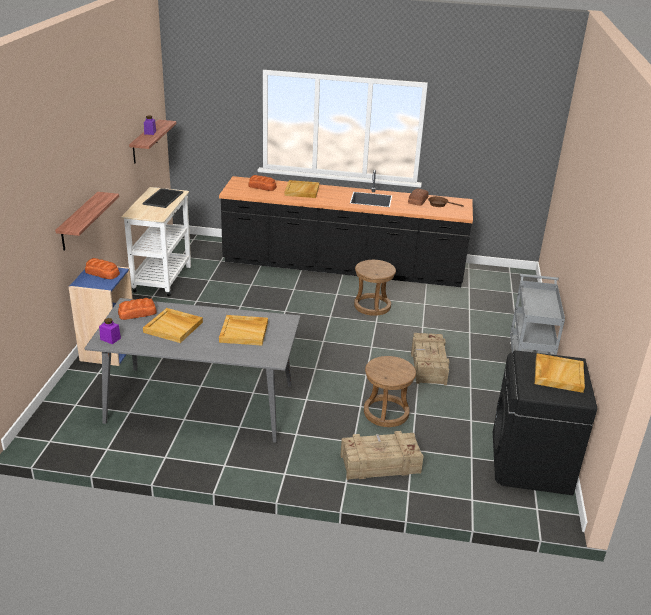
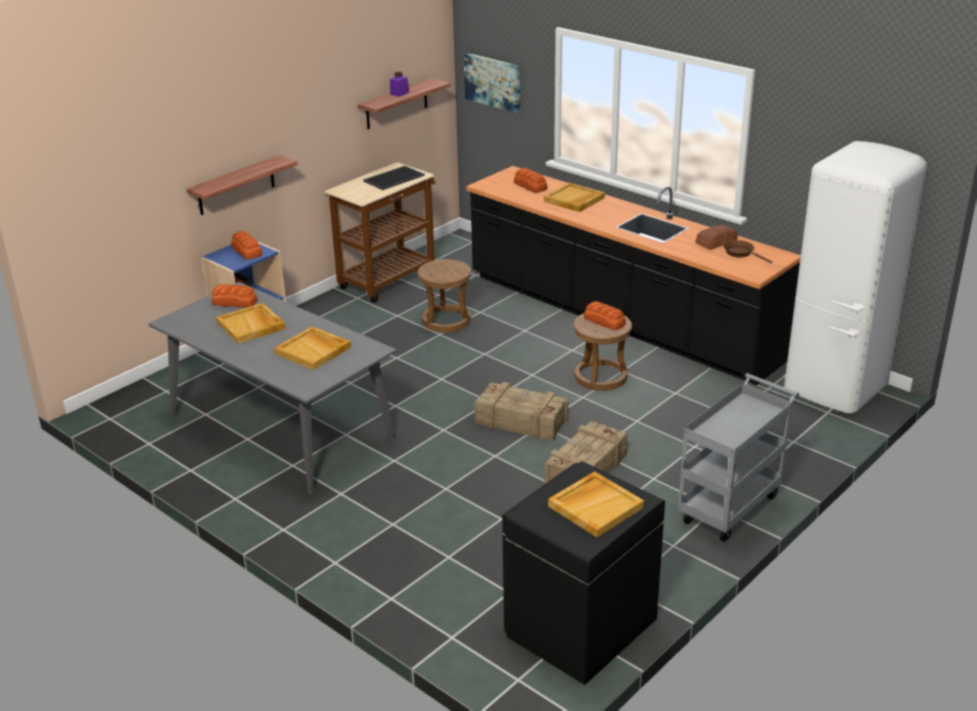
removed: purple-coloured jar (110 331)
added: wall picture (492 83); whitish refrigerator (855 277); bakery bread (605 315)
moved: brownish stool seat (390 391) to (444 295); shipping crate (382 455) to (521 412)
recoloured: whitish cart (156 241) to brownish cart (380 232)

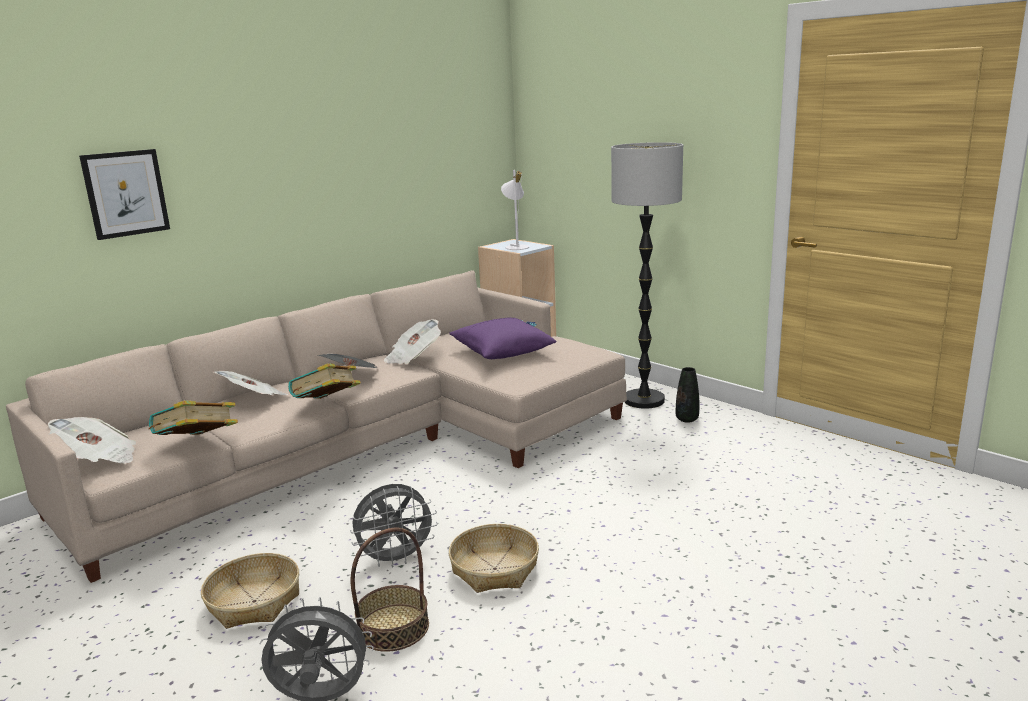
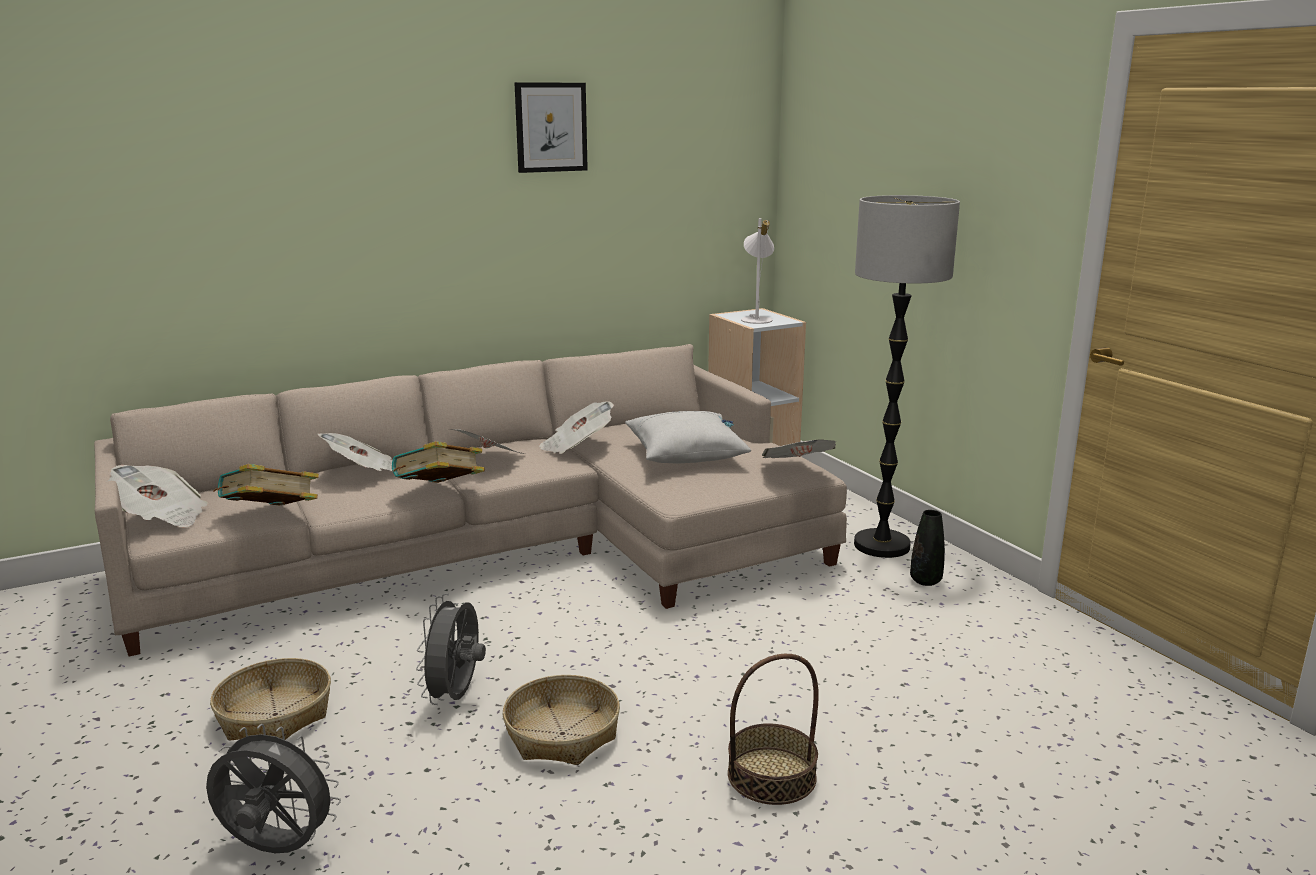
added: daily paper (799 448)
moved: wall picture (124 194) to (551 127); basket (390 589) to (773 729)
recoloured: purple-coloured throw pillow (502 338) to gray throw pillow (688 437)
turned: gray electric fan (394 525) = (451 649) 105 degrees clockwise

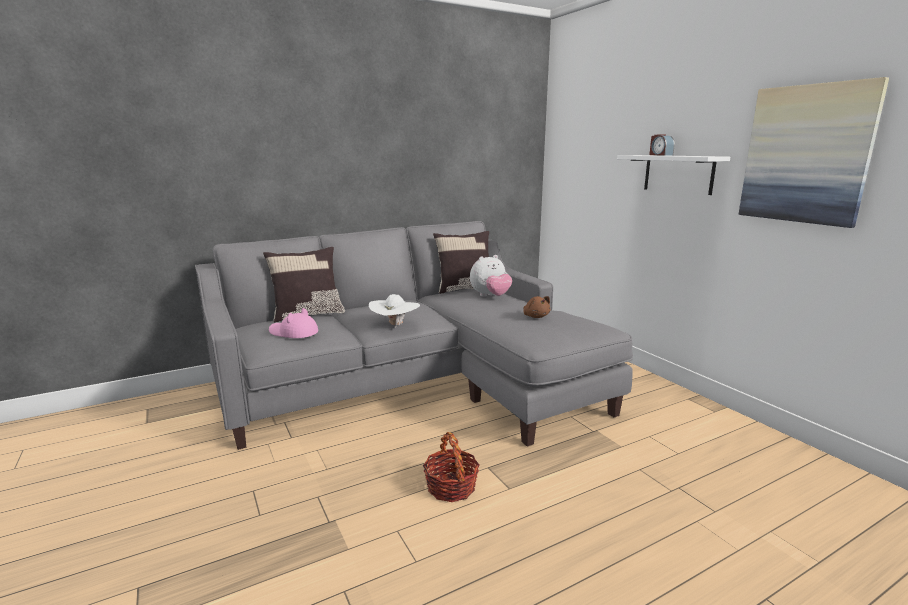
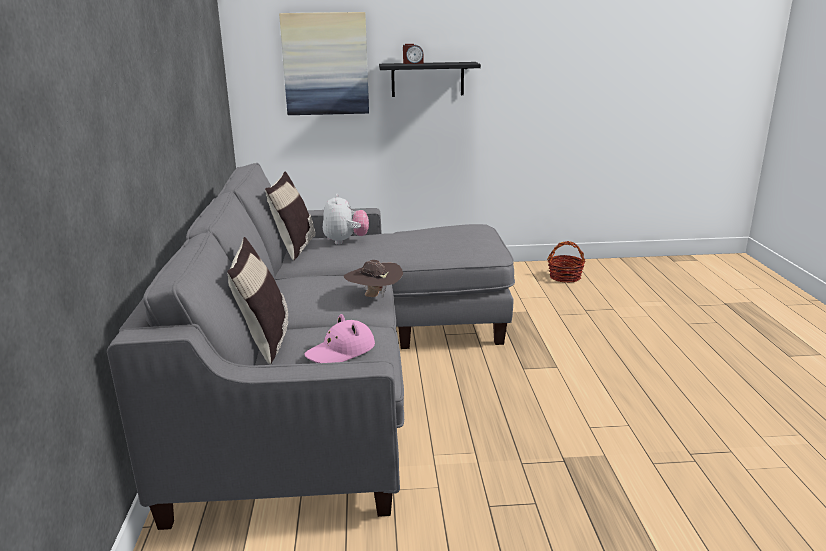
removed: brownish cuddly toy (537 307)
moved: wall picture (814 152) to (324 63); basket (451 467) to (566 262)
recoloured: whitish bracket shelf (673 175) to black bracket shelf (430 79); whitish wearable hat (394 311) to brownish wearable hat (373 279)

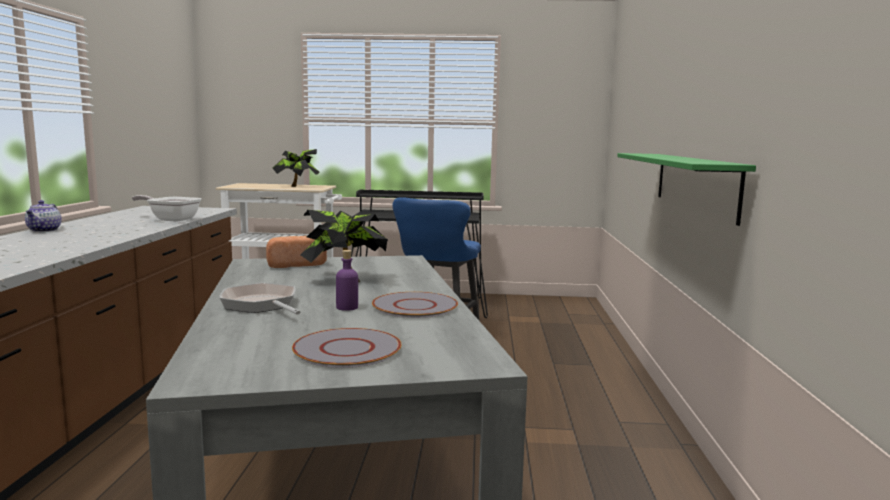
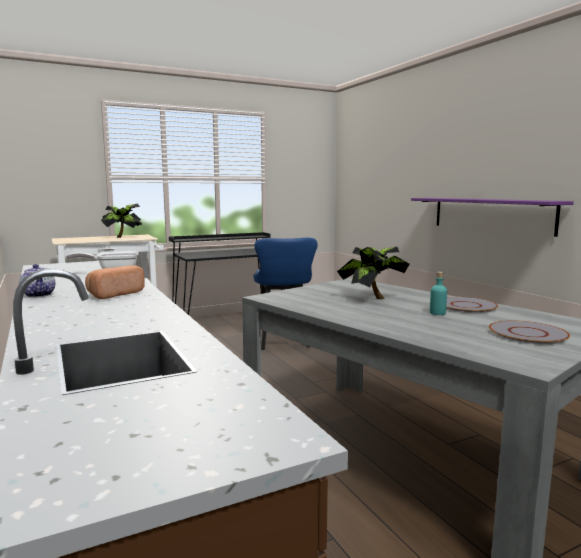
removed: pan (260 298)
moved: bakery bread (296 252) to (115 282)
recoloured: greenish bracket shelf (686 189) to purple-coloured bracket shelf (492 217); purple-coloured drink bottle (347 280) to turquoise-coloured drink bottle (438 293)

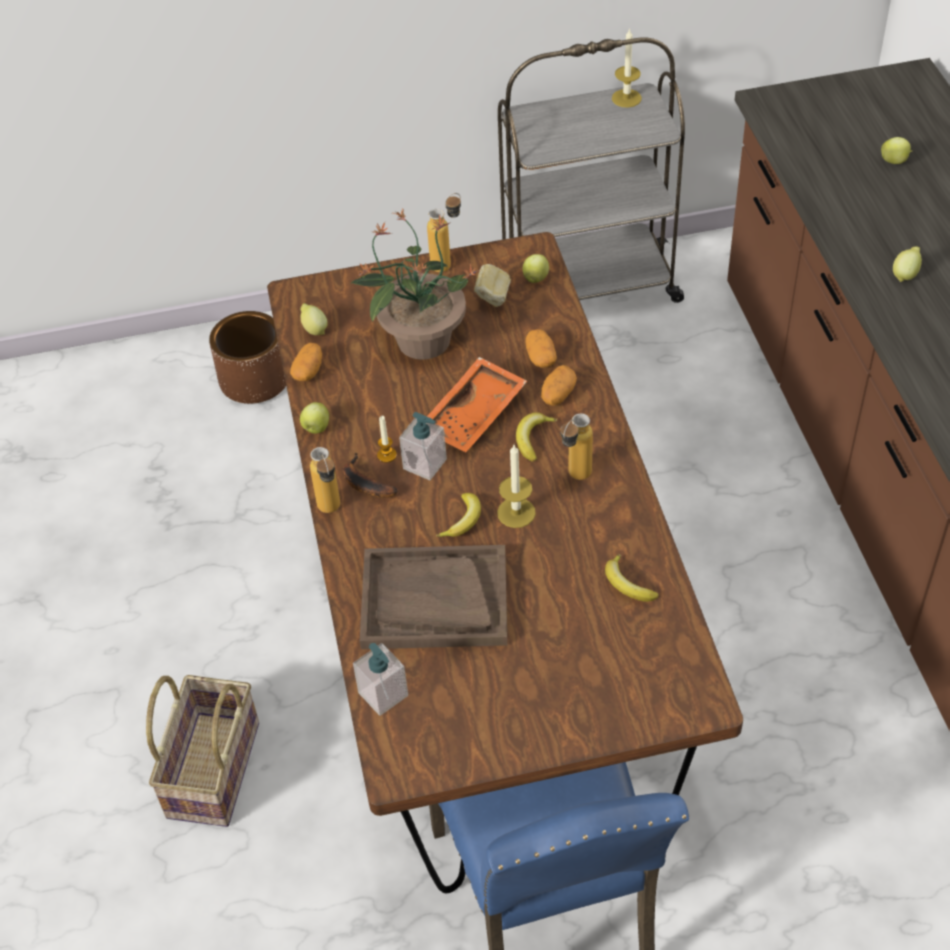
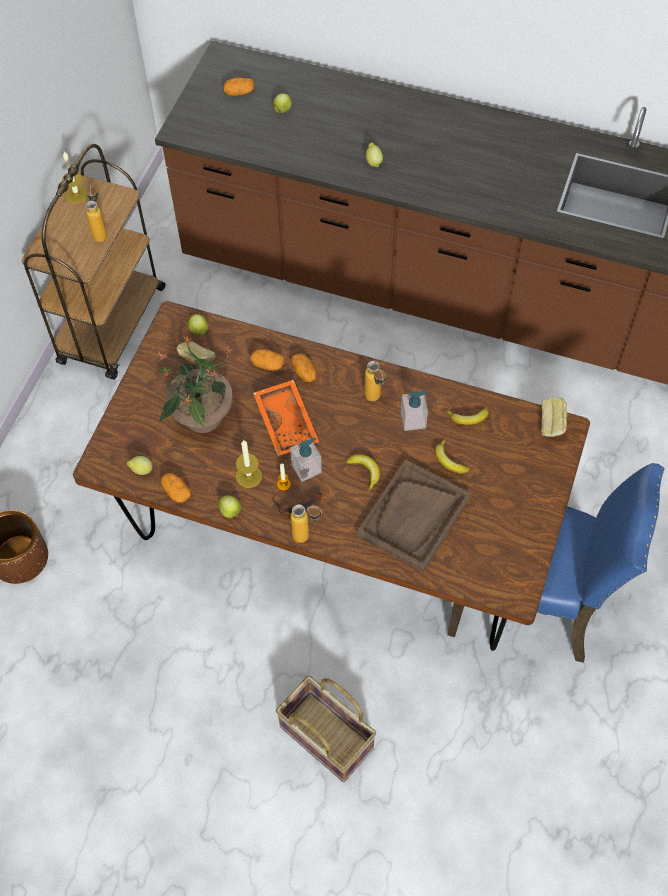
added: whole potato (238 86); bakery bread (554 417)
moved: drink bottle (444 232) to (96 214); banana fruit (536 437) to (452 456); wax candle (516 486) to (249 464); soap bottle (380 679) to (414 411)
recoloured: gray cart (591 170) to brownish cart (94 262)

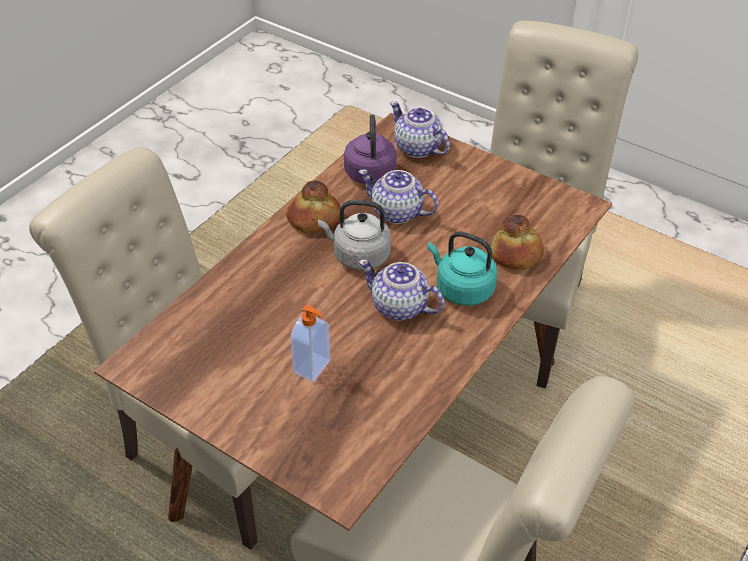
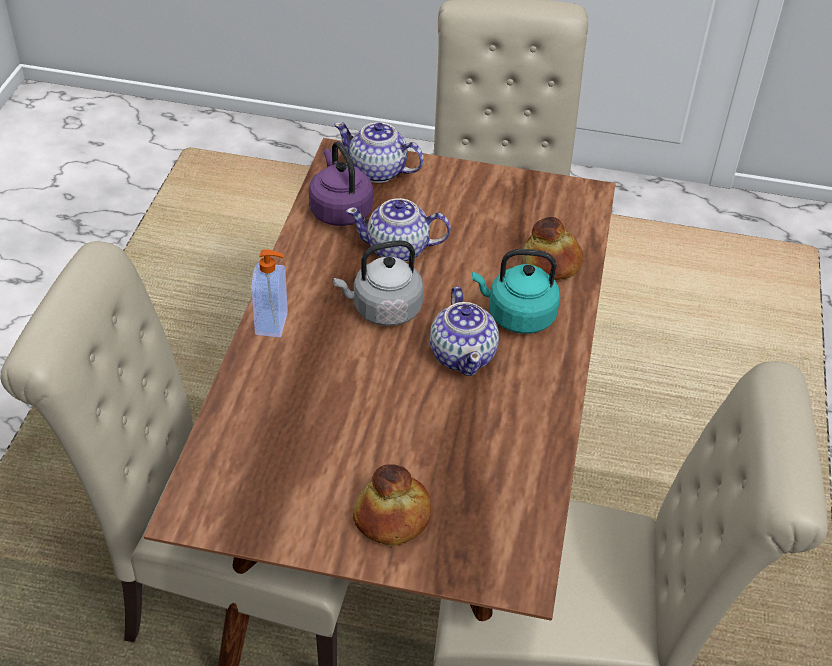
moved: bakery bread (313 206) to (392 505); soap bottle (310 343) to (269 294)
turned: tea pot (401 290) = (464 331) 105 degrees counterclockwise

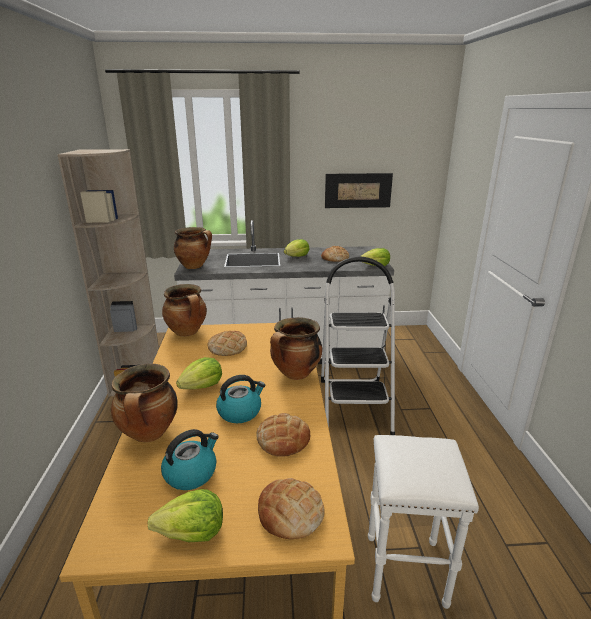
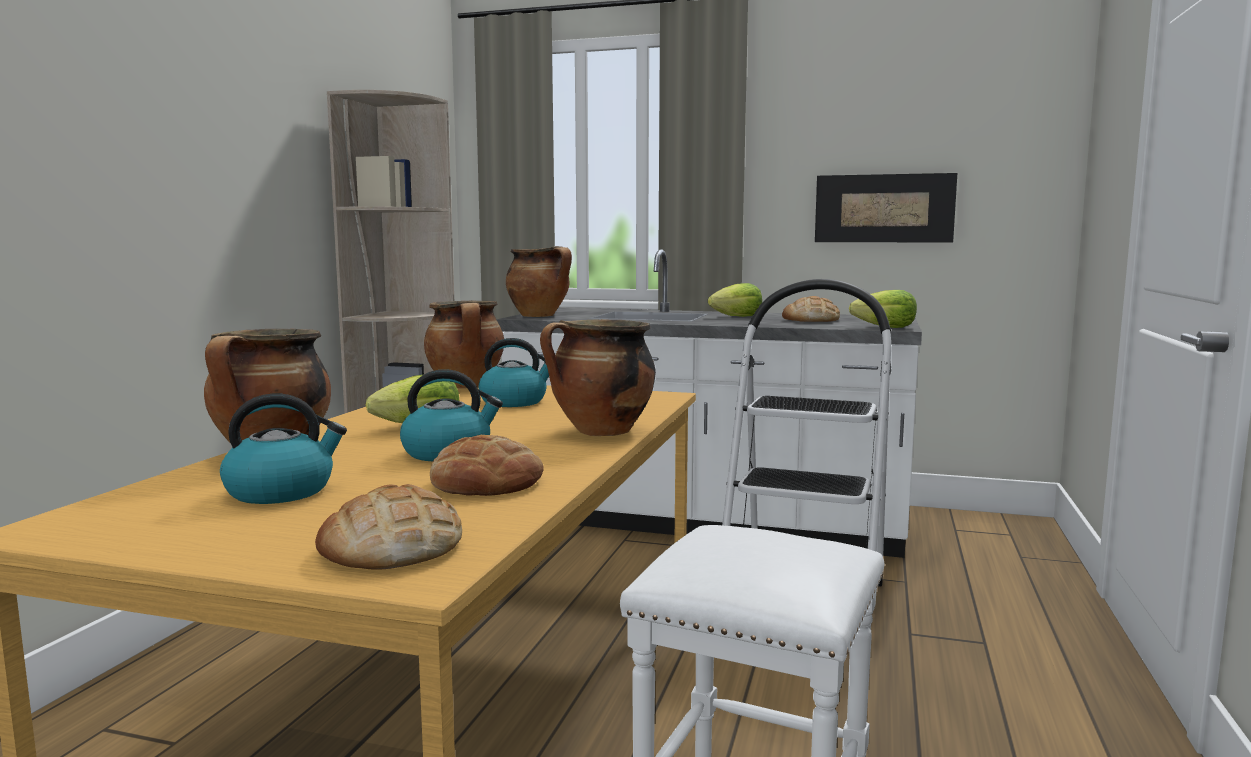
removed: head of lettuce (185 515)
replaced: bakery bread (227 343) to tea kettle (514 372)

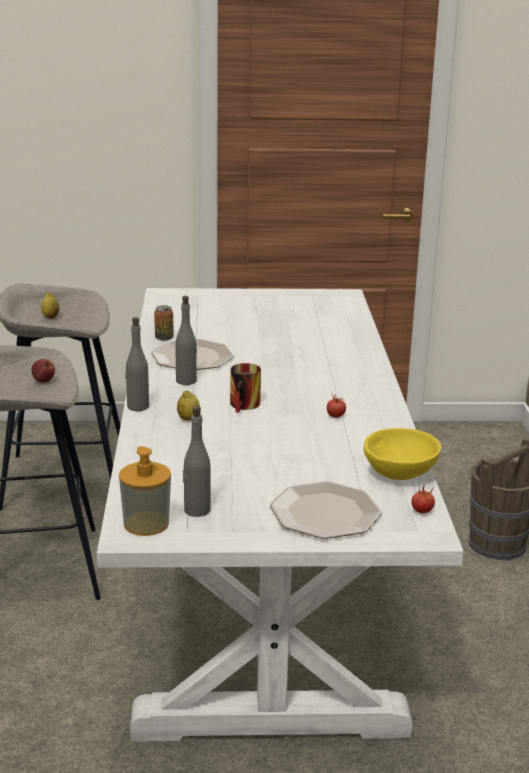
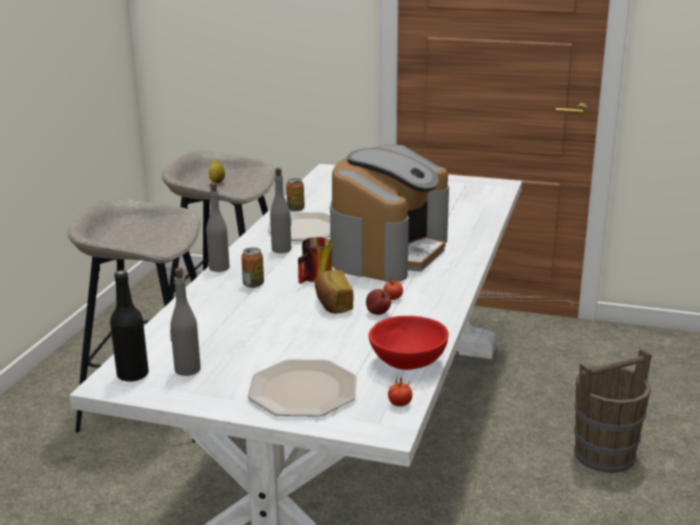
added: coffee machine (389 213); bakery bread (334 292)
moved: apple (43 371) to (378 302)
replaced: lemon (188 406) to sealed can (252 267); soap bottle (145 491) to black drink bottle (129 325)
recoloured: yellow-coloured bowl (402 454) to red bowl (409 343)

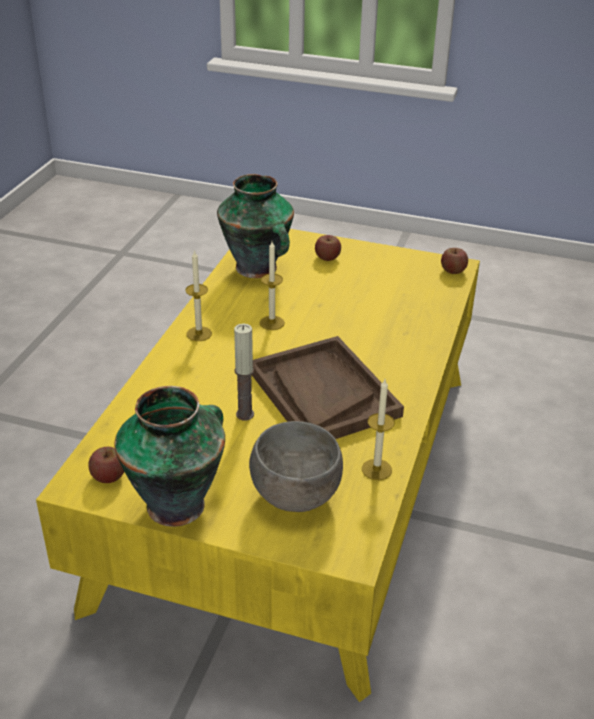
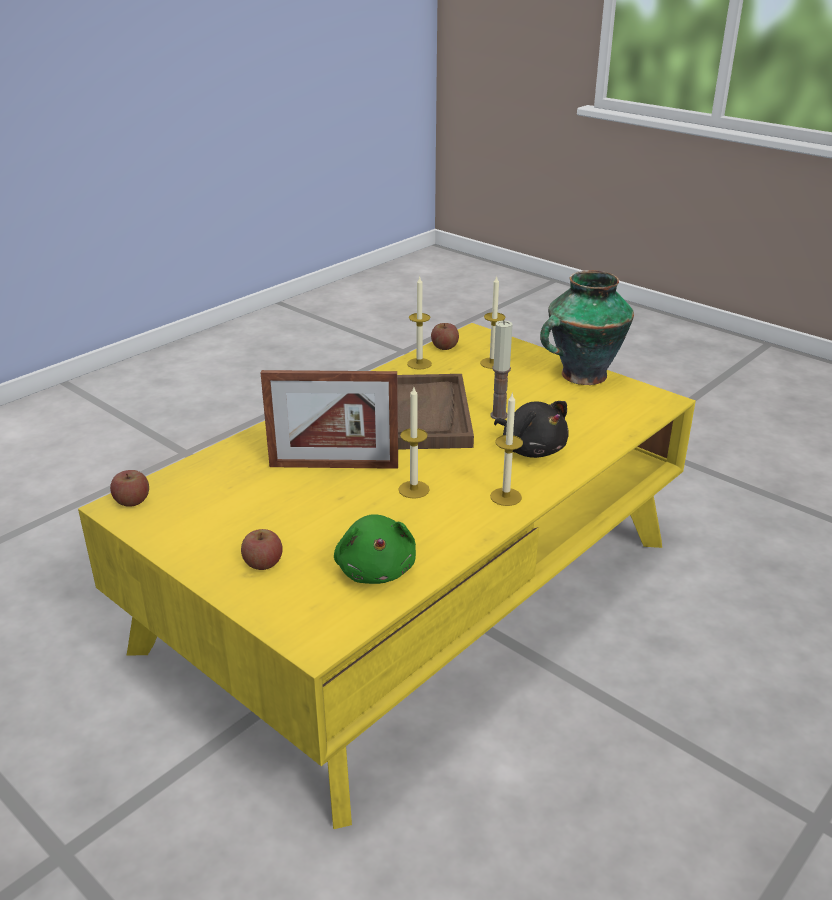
added: standing frame (329 419); black cuddly toy (531 429)
moved: apple (106 465) to (445 336)
replaced: decorative vase (255 226) to greenish cuddly toy (375 549); gray bowl (296 466) to wax candle (493 322)

